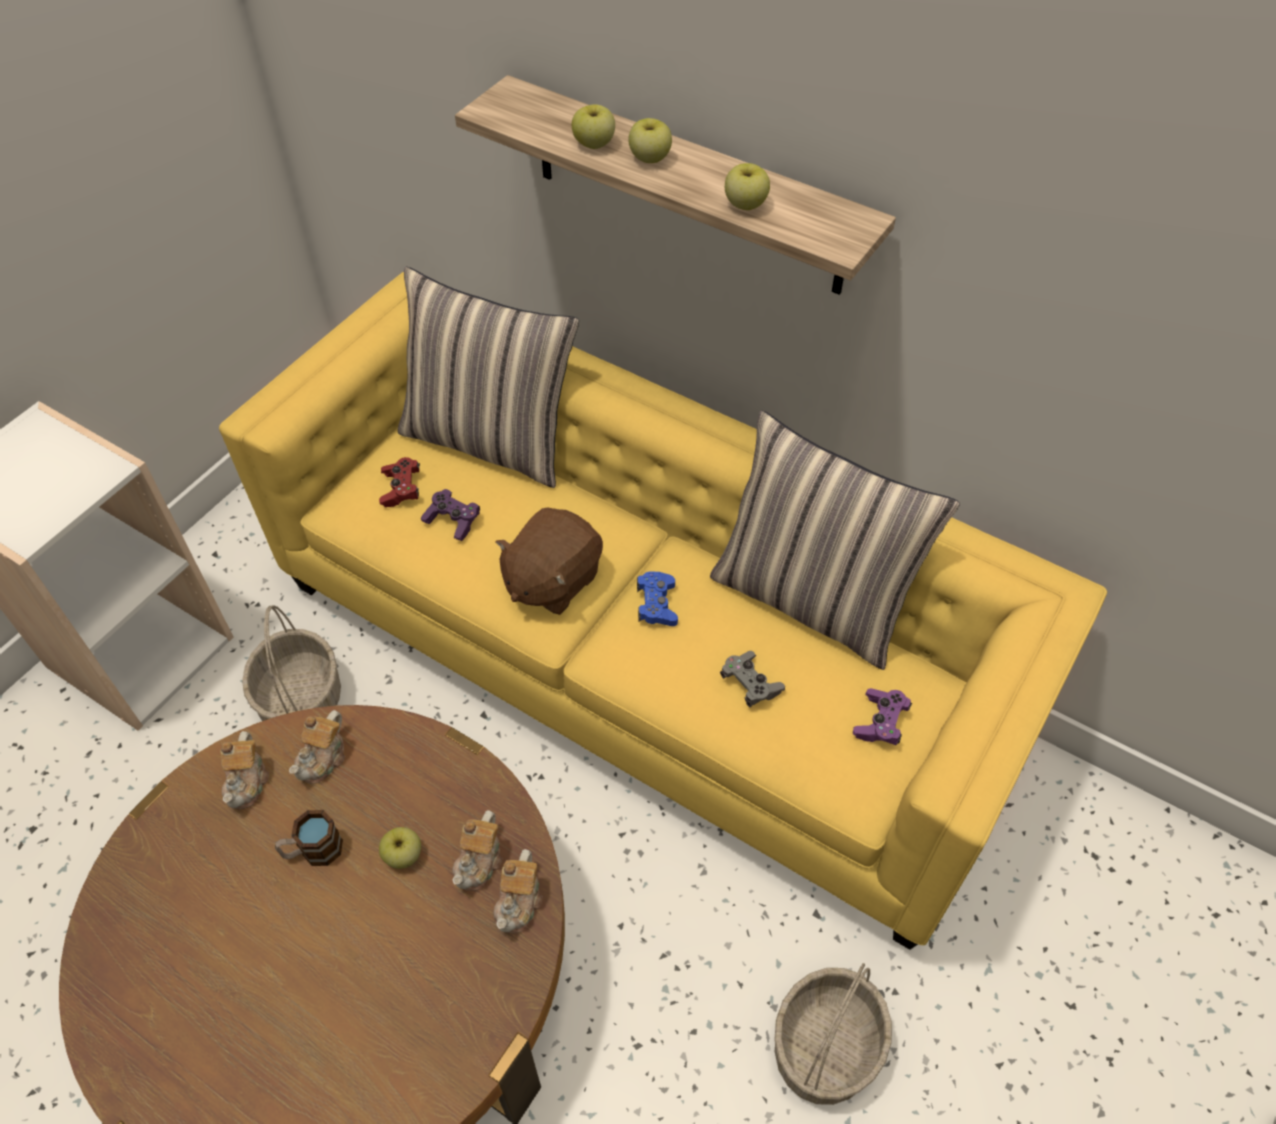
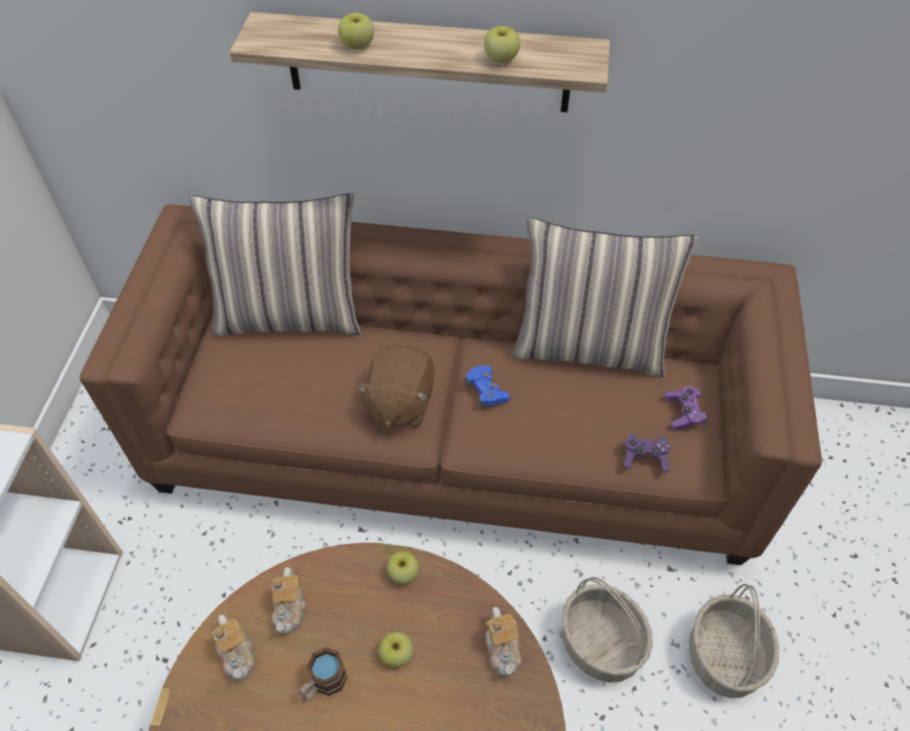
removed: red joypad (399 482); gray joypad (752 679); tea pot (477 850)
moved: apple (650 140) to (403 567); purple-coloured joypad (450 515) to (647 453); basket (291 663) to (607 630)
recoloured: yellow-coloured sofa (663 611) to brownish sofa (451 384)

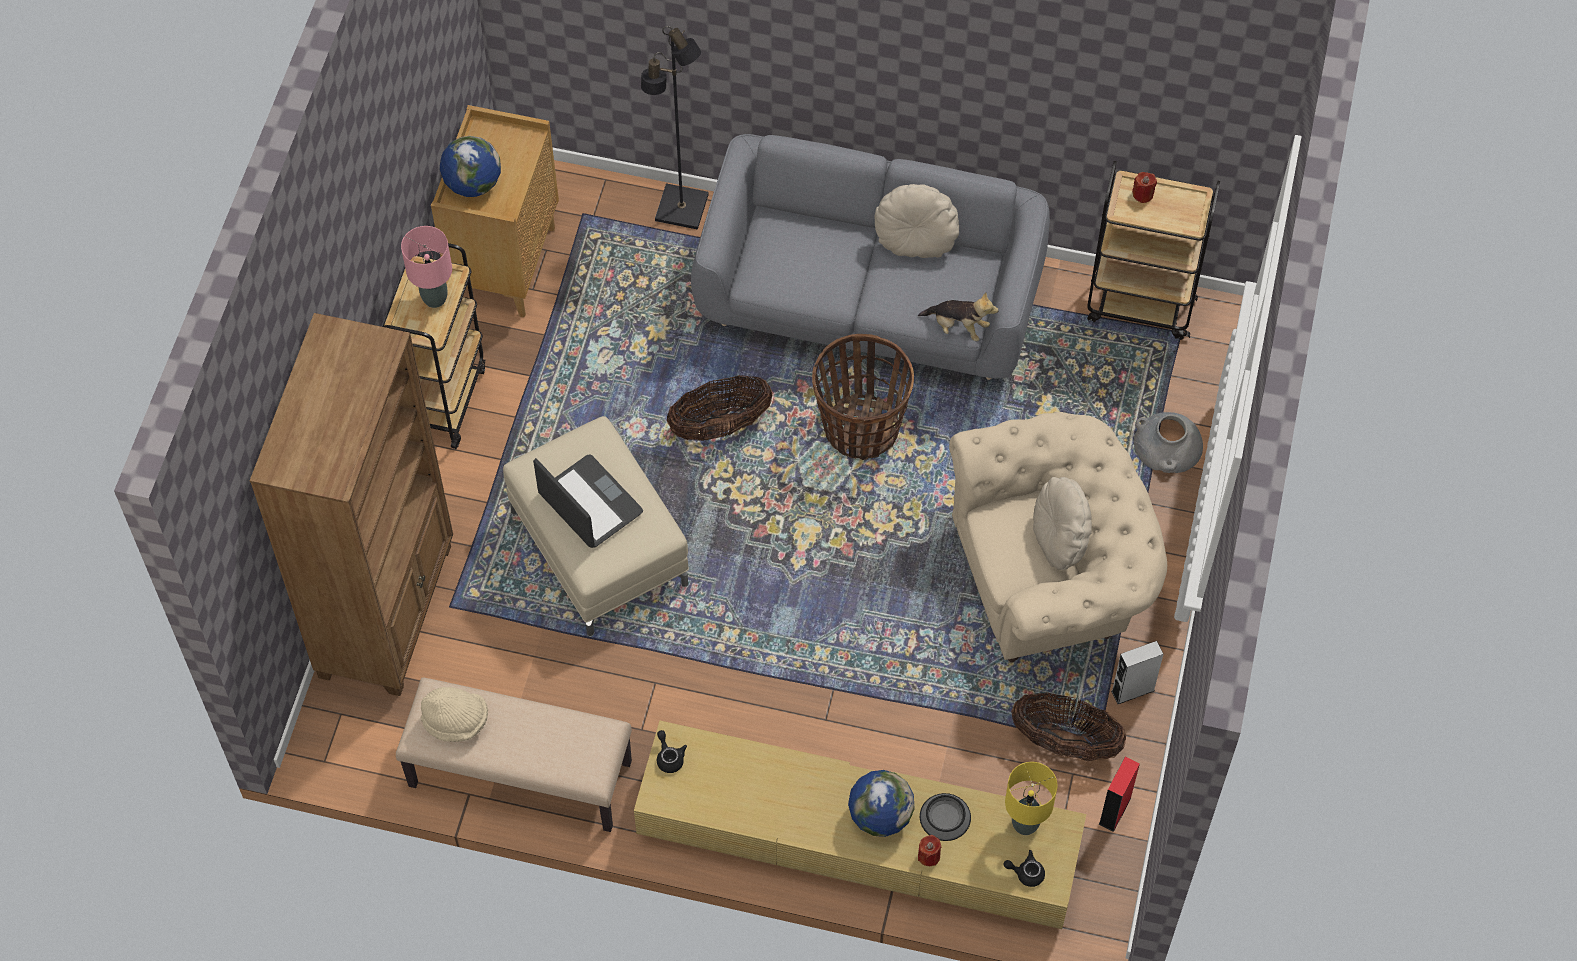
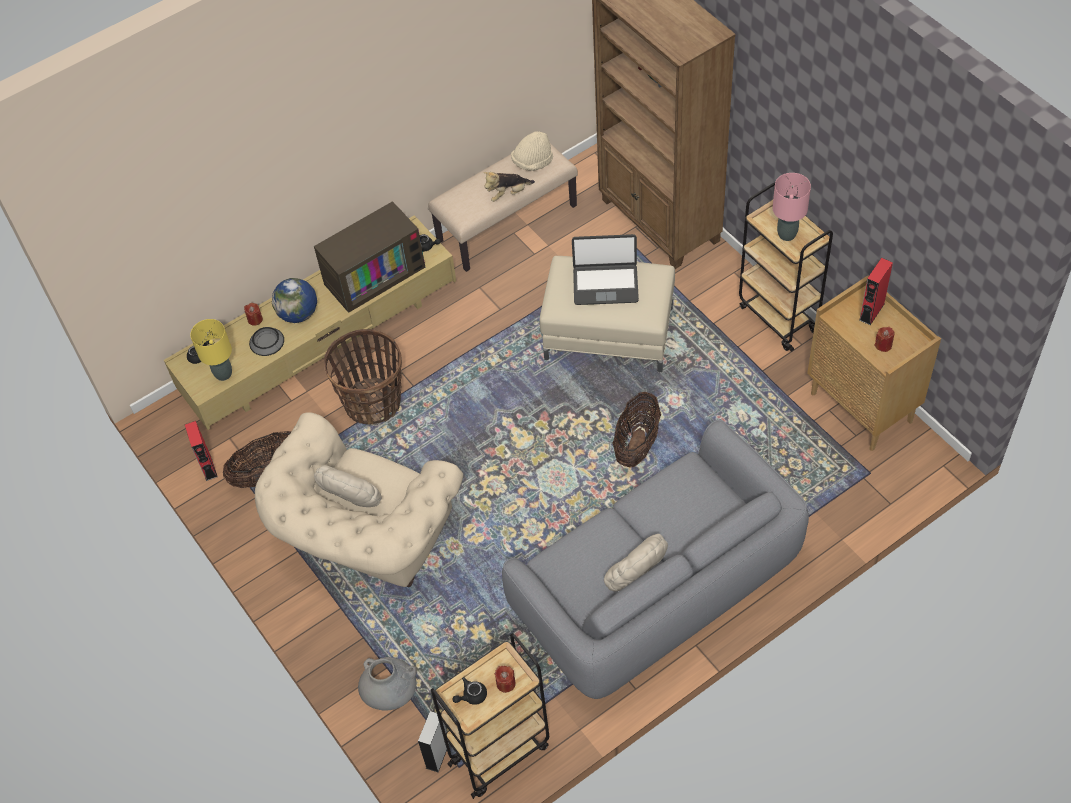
removed: black standard lamp (675 127)
added: TV (369 257); red wax candle (884 339); black tea pot (469 691)
moved: cuddly toy (958 317) to (509 187); basket (863 397) to (363 377); gray audio speaker (1137 672) to (433 741)
replaced: desk globe (470 166) to red audio speaker (876 291)

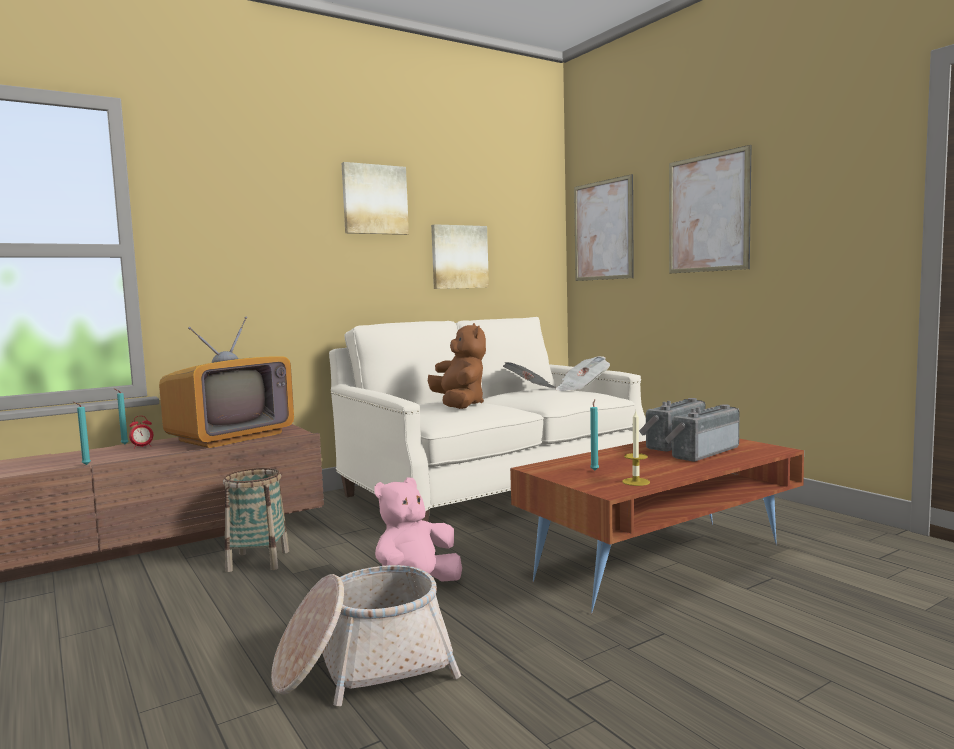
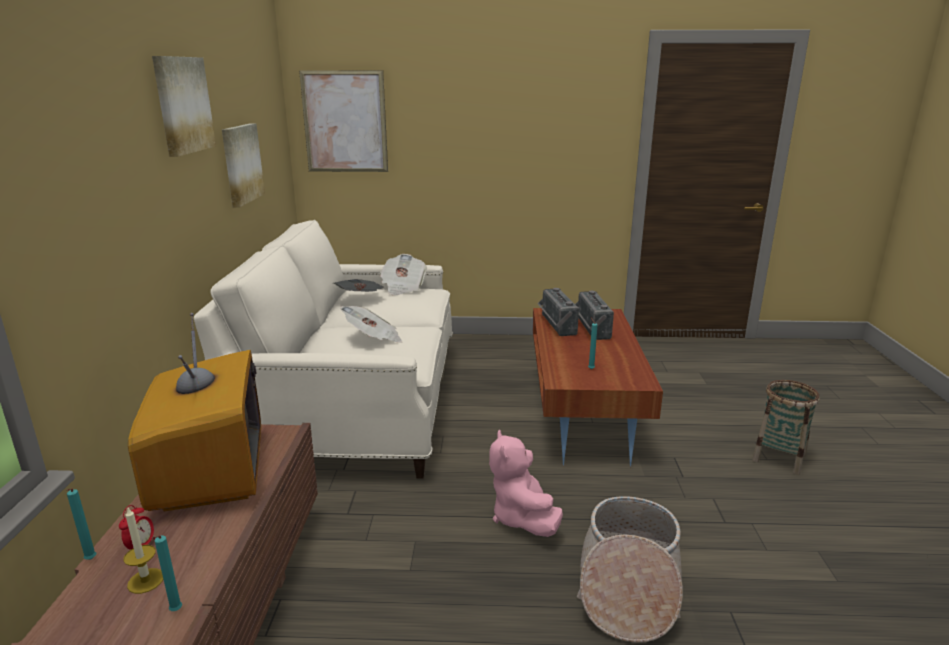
removed: wall picture (710 209)
moved: wax candle (636 448) to (143 551); basket (256 520) to (786 427)
replaced: brownish cuddly toy (457 366) to daily paper (371 324)

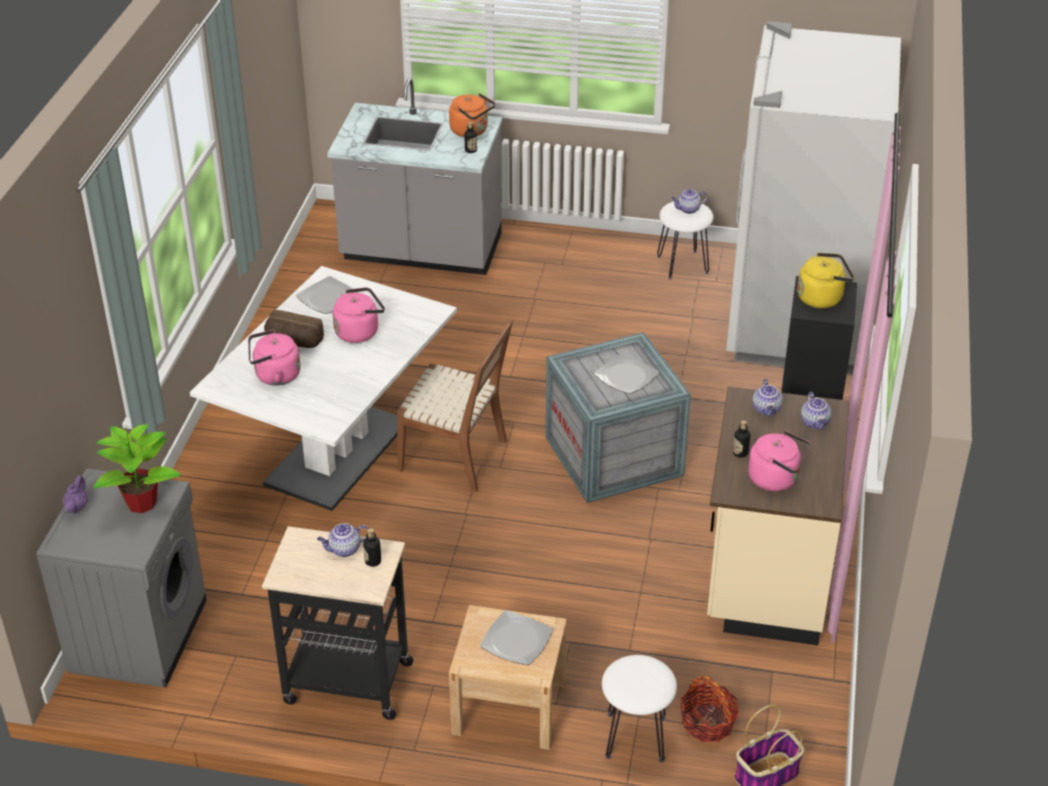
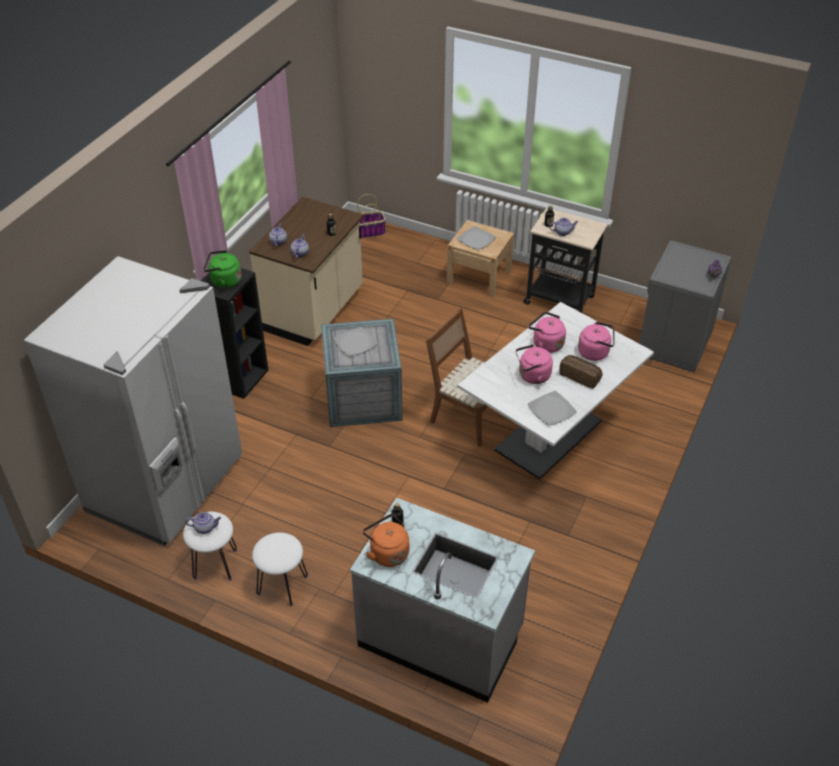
removed: potted plant (137 469); basket (709 709)
moved: pinkish tea kettle (779 461) to (547 332); whitish stool seat (639 709) to (280 569)
recoloured: yellow-coloured tea kettle (825 280) to greenish tea kettle (222 269)

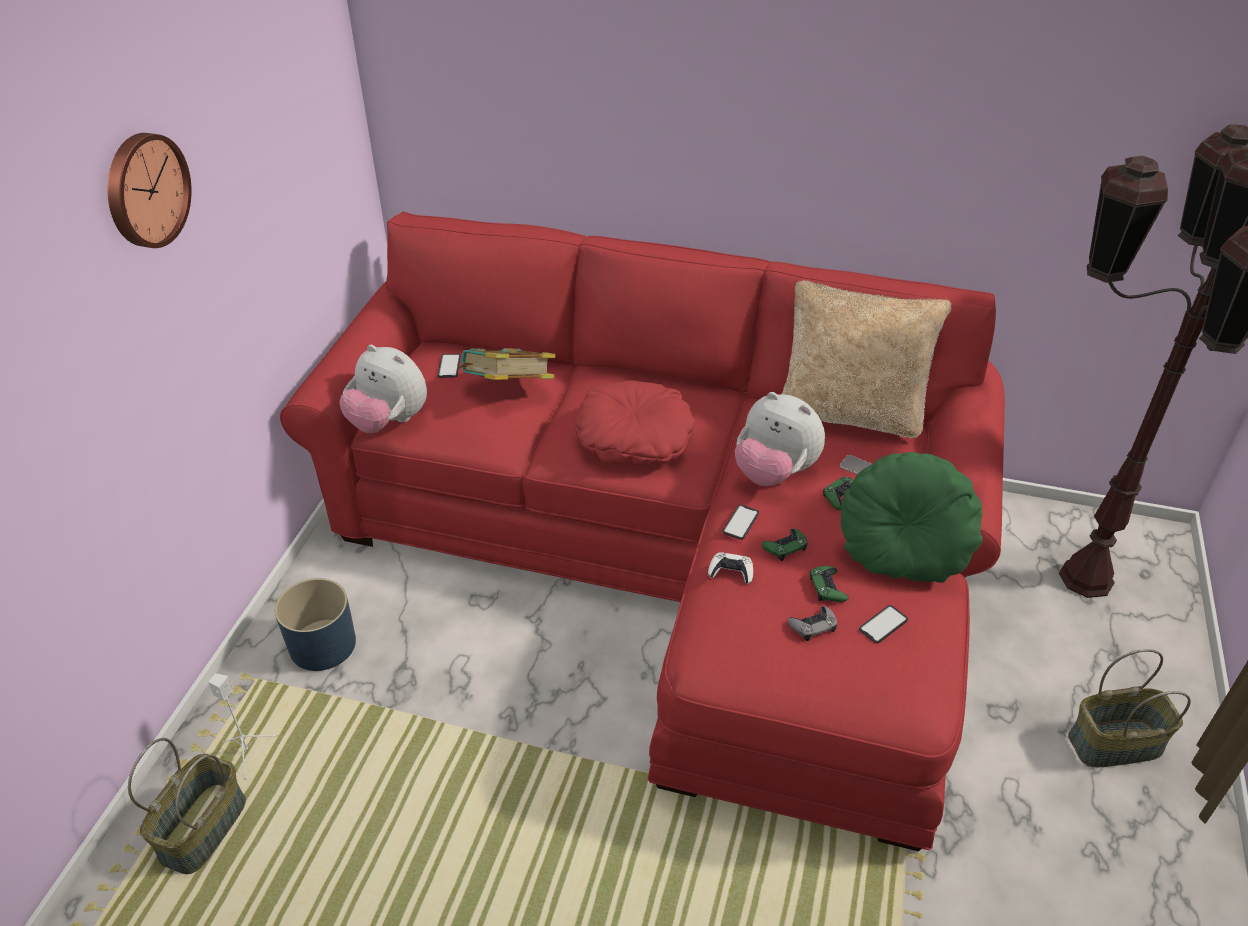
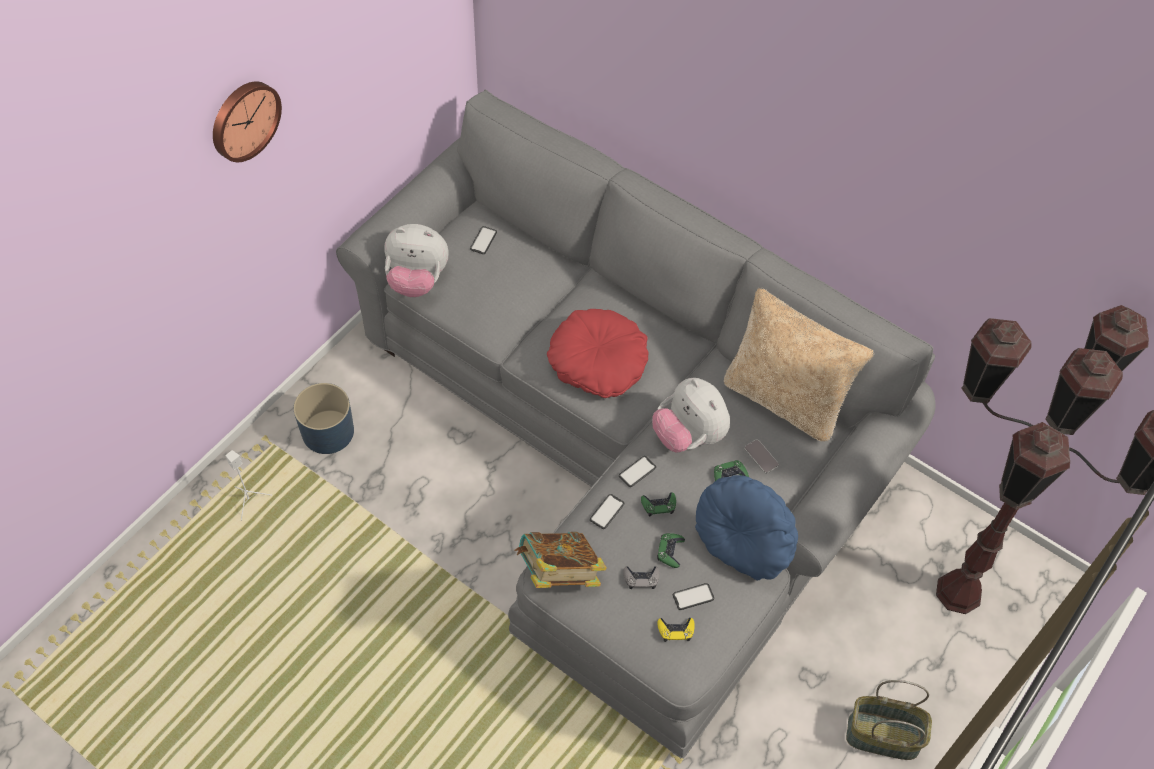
removed: basket (187 806)
added: yellow-coloured joypad (676 630)
moved: book (507 364) to (560 560)
replaced: whitish joypad (730 568) to phone (607 511)
recoloured: red sofa (642 531) to gray sofa (636 424); greenish throw pillow (912 517) to bluish throw pillow (746 527)
turned: cuddly toy (383 389) = (416 260) 45 degrees counterclockwise

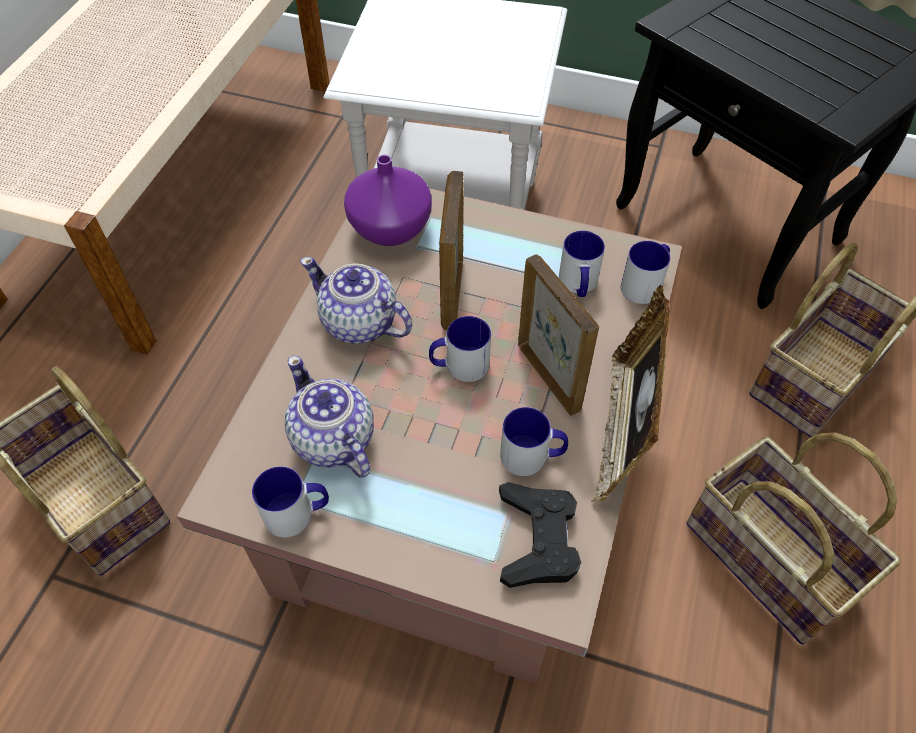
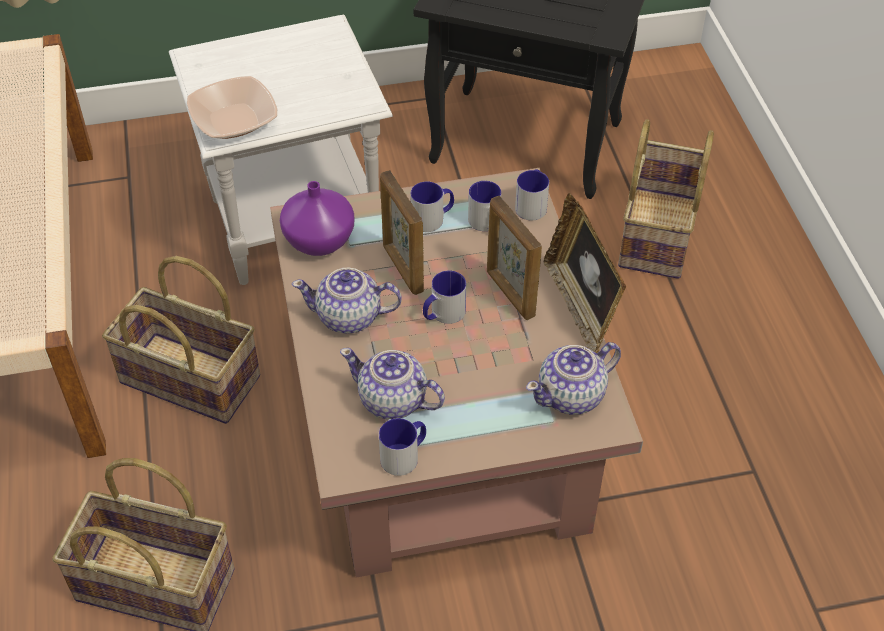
added: bowl (232 107)
moved: tea mug (534 441) to (432 206); basket (794 539) to (181 340)
replaced: black joypad (540 535) to tea pot (573 378)
turned: standing frame (558 335) = (514 258) 150 degrees counterclockwise

